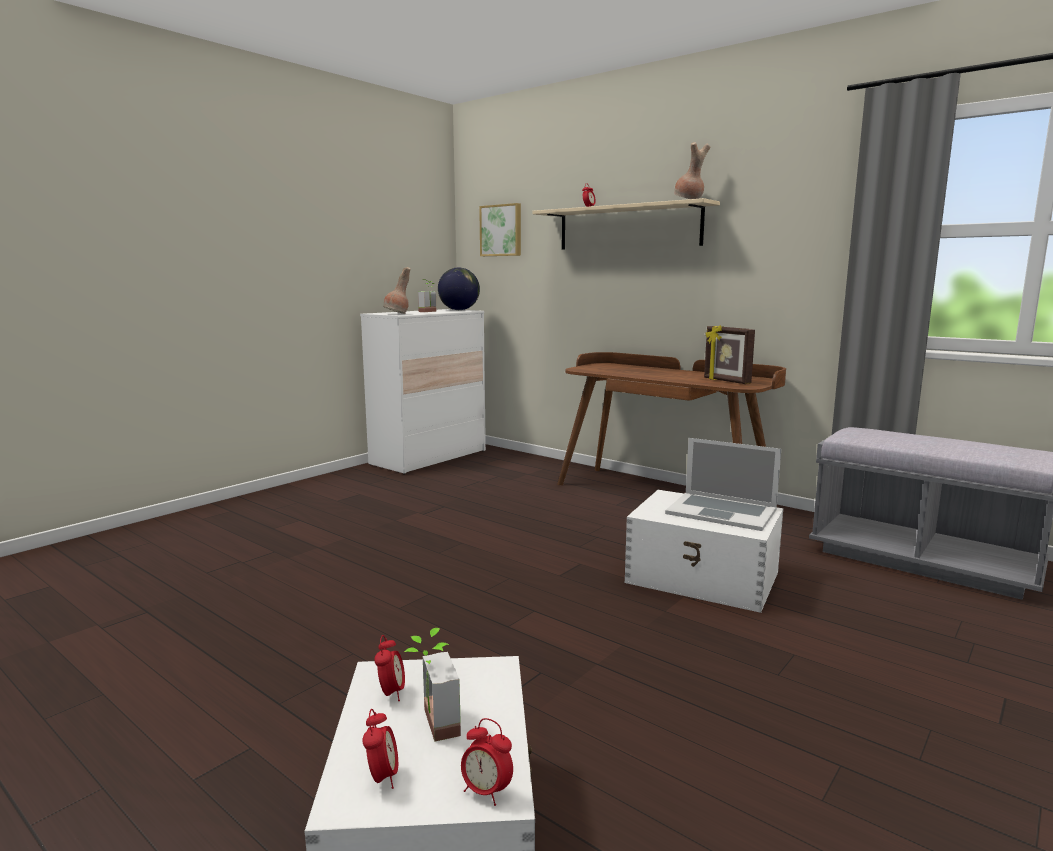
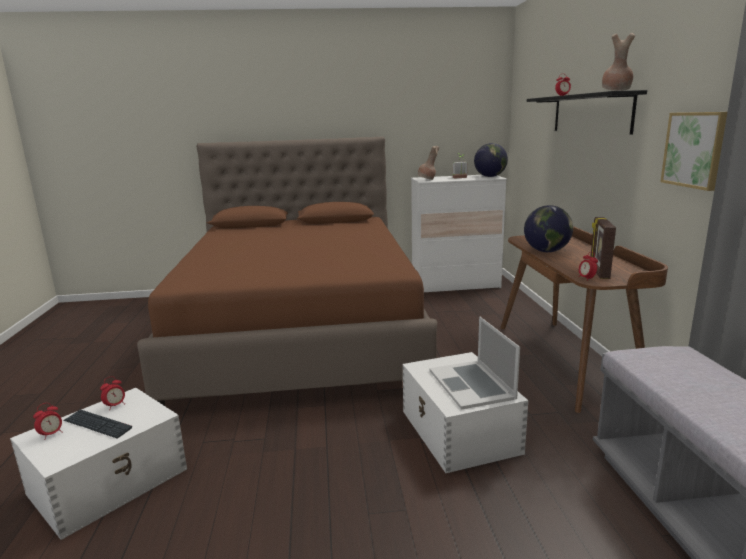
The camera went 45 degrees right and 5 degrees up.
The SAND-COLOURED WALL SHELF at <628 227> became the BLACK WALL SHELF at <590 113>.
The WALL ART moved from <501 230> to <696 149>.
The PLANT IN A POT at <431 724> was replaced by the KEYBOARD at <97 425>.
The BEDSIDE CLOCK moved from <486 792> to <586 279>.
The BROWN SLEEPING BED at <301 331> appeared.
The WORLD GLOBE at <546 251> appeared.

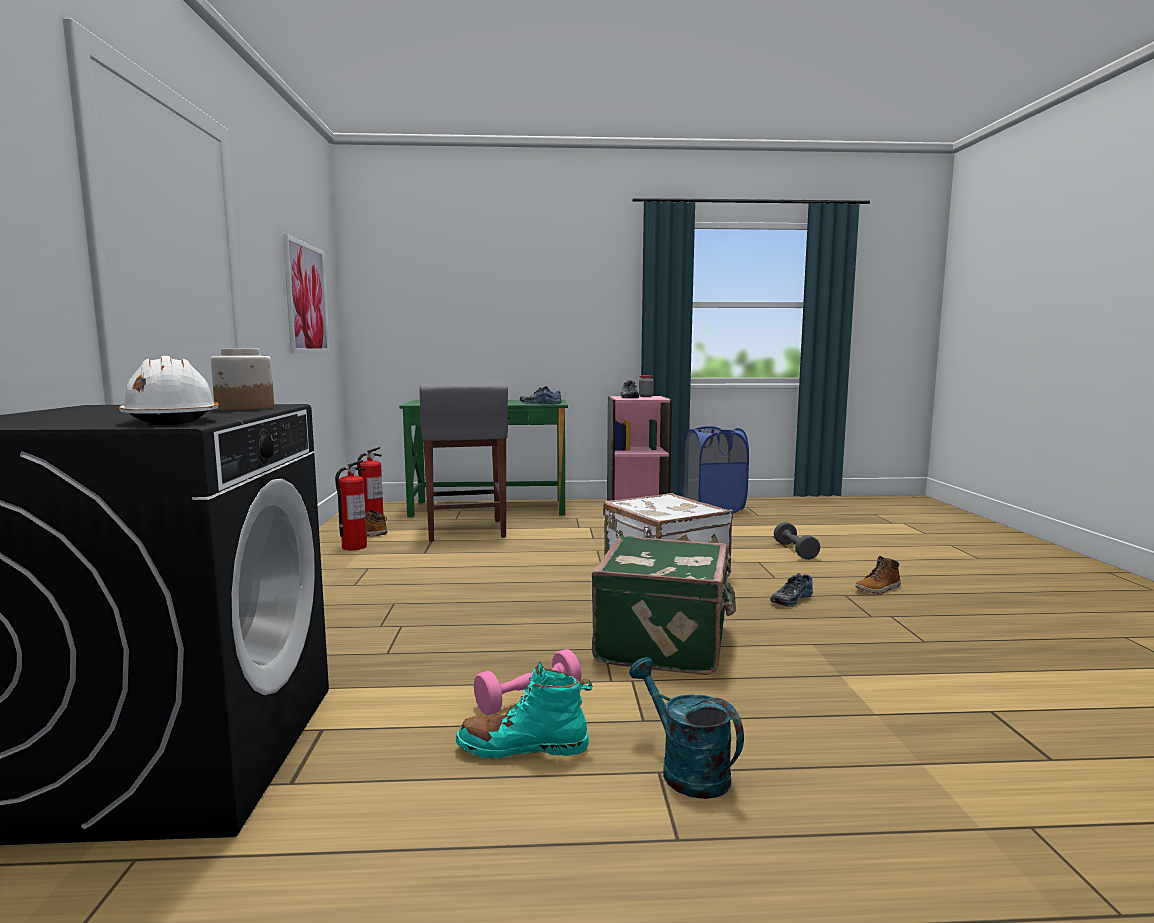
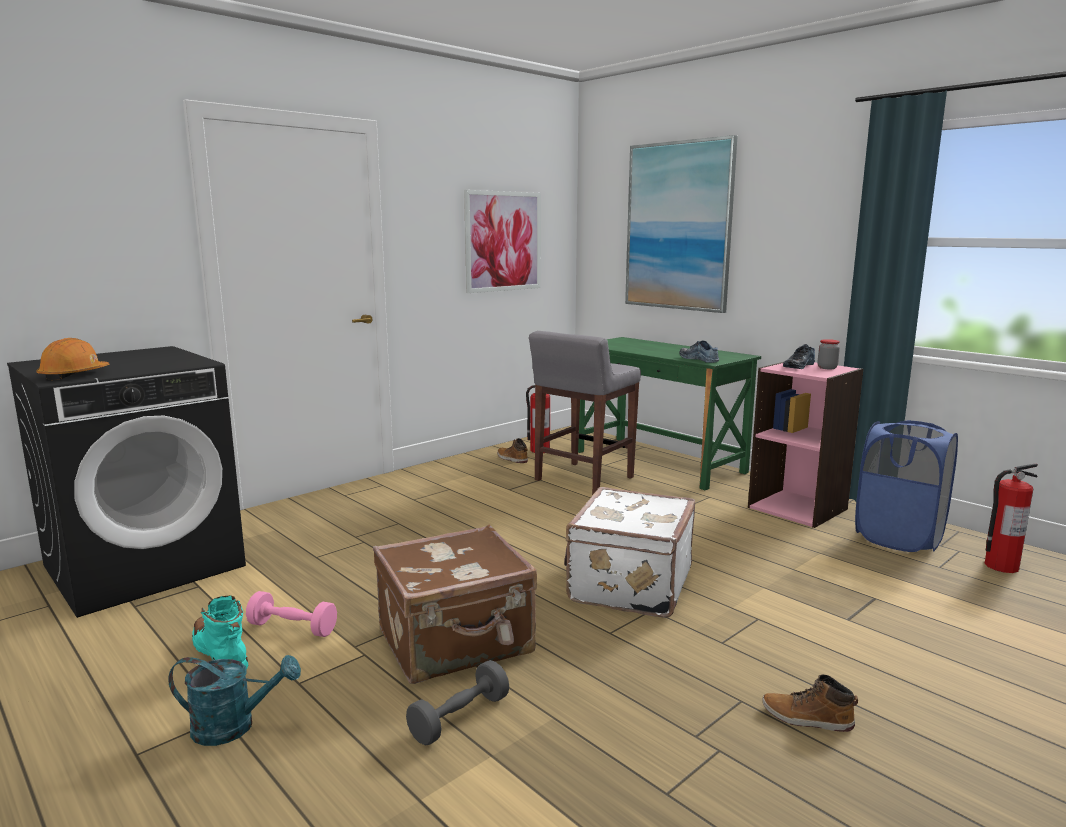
The camera went 50 degrees right and 5 degrees up.
The JAR at <245 408> disappeared.
The WHITE-COLOURED SAFETY HELMET at <171 421> became the ORANGEY SAFETY HELMET at <74 375>.
The FIRE-FIGHTING CYLINDER moved from <354 547> to <1000 566>.
The GREY HAND WEIGHT moved from <795 551> to <459 718>.
The GREEN-COLOURED SUITCASE at <665 643> became the BROWN SUITCASE at <456 643>.
The ITEM OF FOOTWEAR at <790 599> disappeared.
The BLUE-GREEN WATERING POT at <685 769> turned 75 degrees clockwise.
The WALL ART at <678 226> appeared.

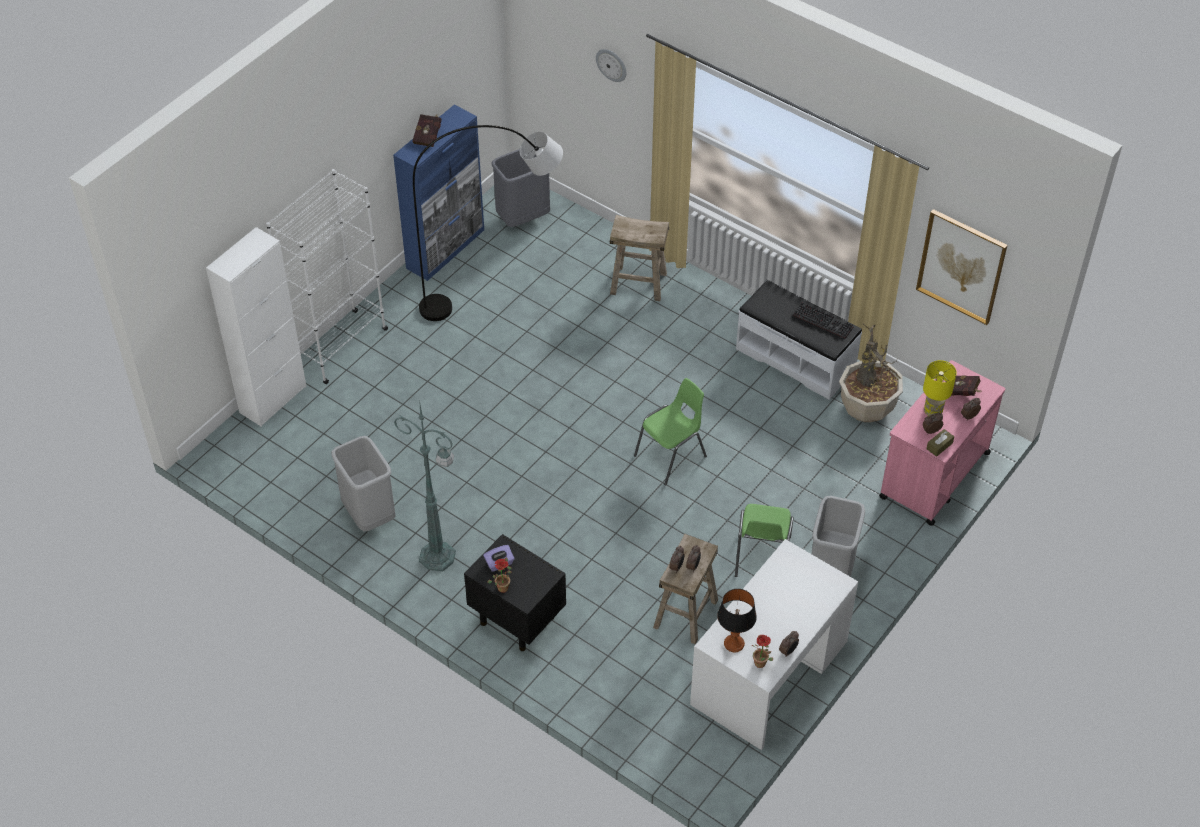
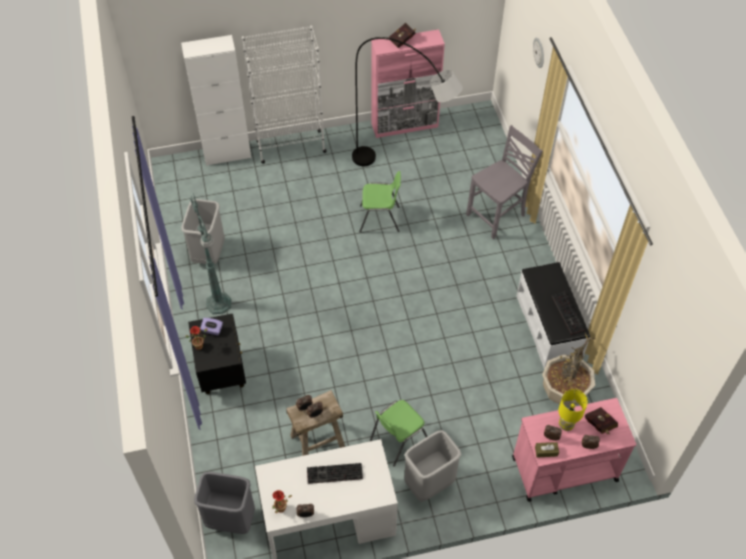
The camera went 40 degrees right and 5 degrees up.
The BLUE CUPBOARD at <446 249> became the PINK CUPBOARD at <405 125>.
The GREY TRASH CAN moved from <523 218> to <231 519>.
The WALL ART at <961 266> disappeared.
The SAND-COLOURED STOOL at <638 283> was replaced by the GREY UPRIGHT CHAIR at <497 215>.
The GREEN-COLOURED UPRIGHT CHAIR moved from <671 456> to <380 219>.
The TABLETOP LAMP at <734 644> disappeared.
The KEYBOARD at <333 475> appeared.

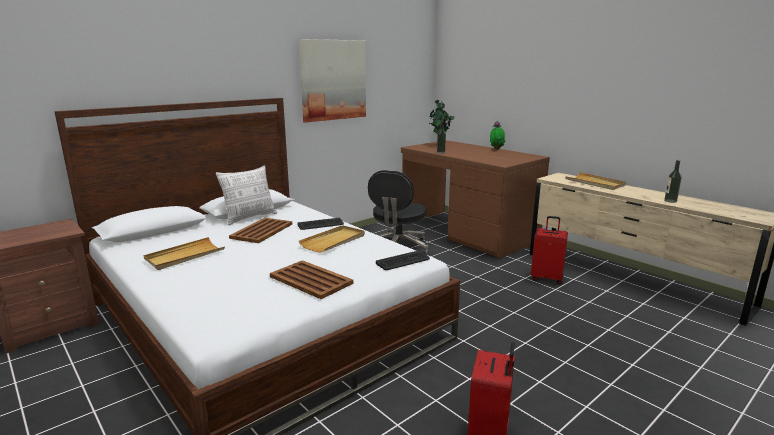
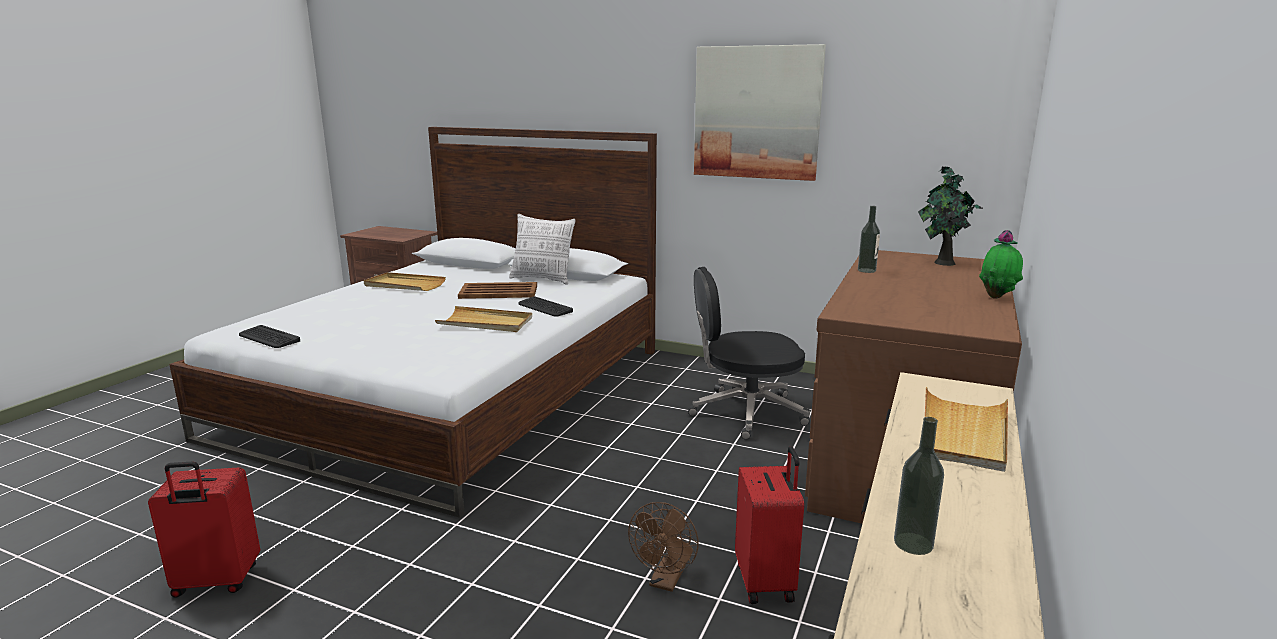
The camera went 65 degrees right and 0 degrees up.
The KEYBOARD moved from <403 261> to <268 338>.
The BROWN CARRYING TRAY at <310 280> disappeared.
The BROWN ELECTRIC FAN at <665 581> appeared.

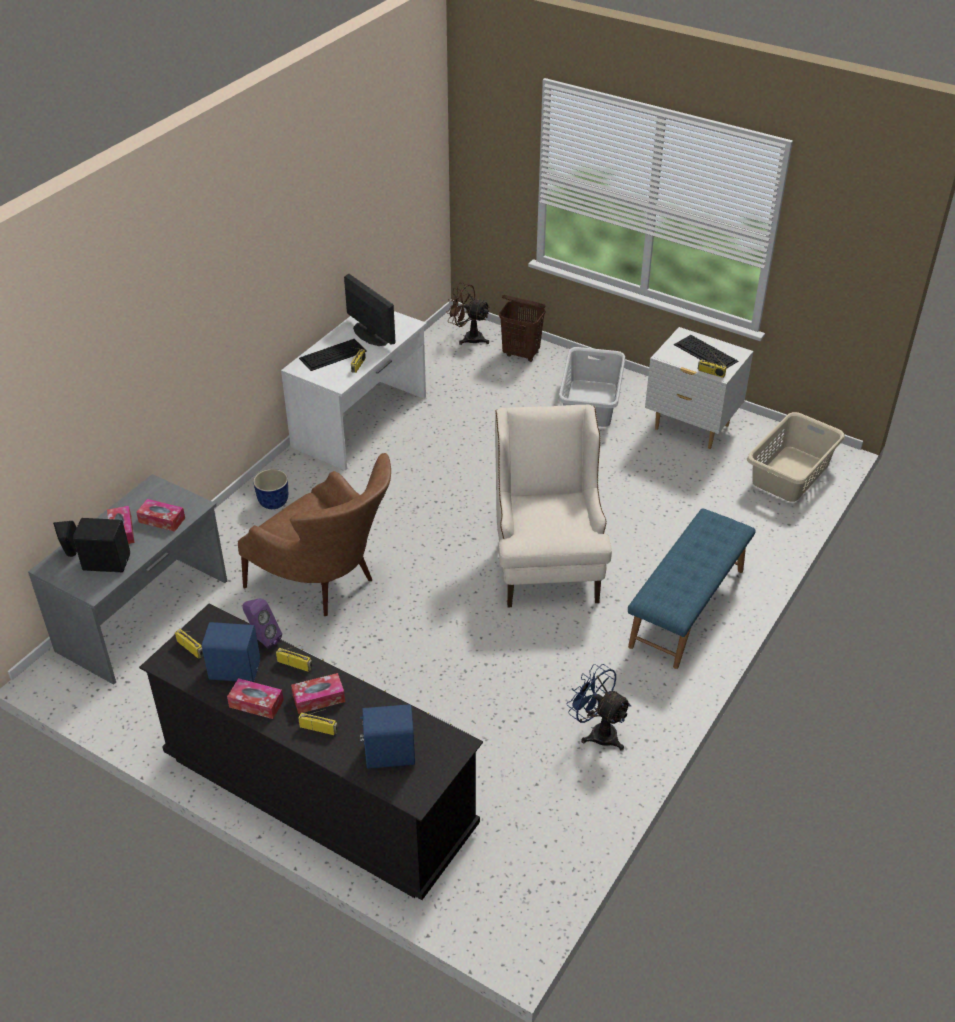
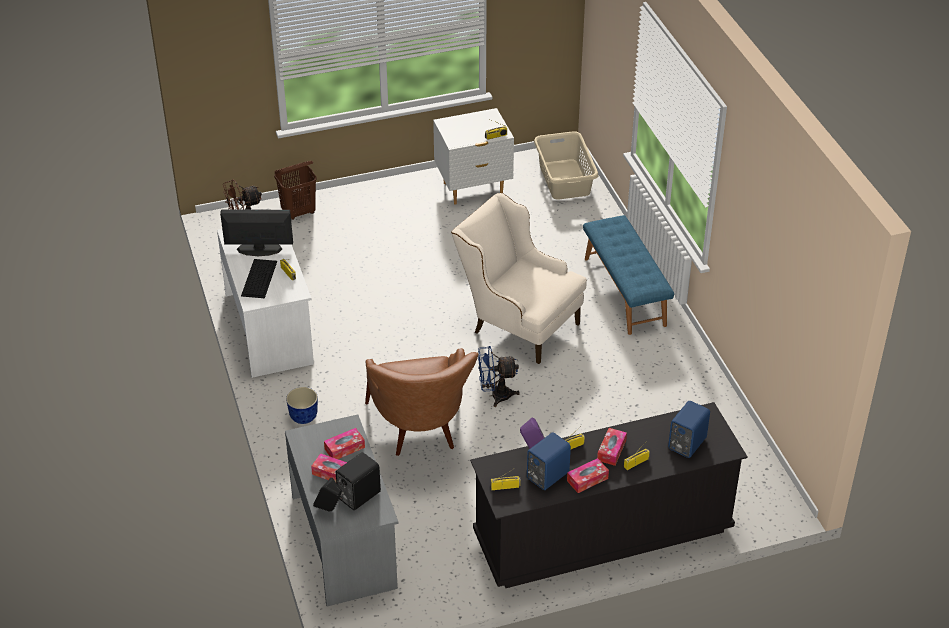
The camera went 50 degrees left and 0 degrees up.
The KEYBOARD at <706 353> disappeared.
The GREY HAMPER at <591 403> disappeared.
The BROWN LOUNGE CHAIR at <327 584> turned 90 degrees clockwise.
The BLUE ELECTRIC FAN moved from <597 732> to <495 395>.

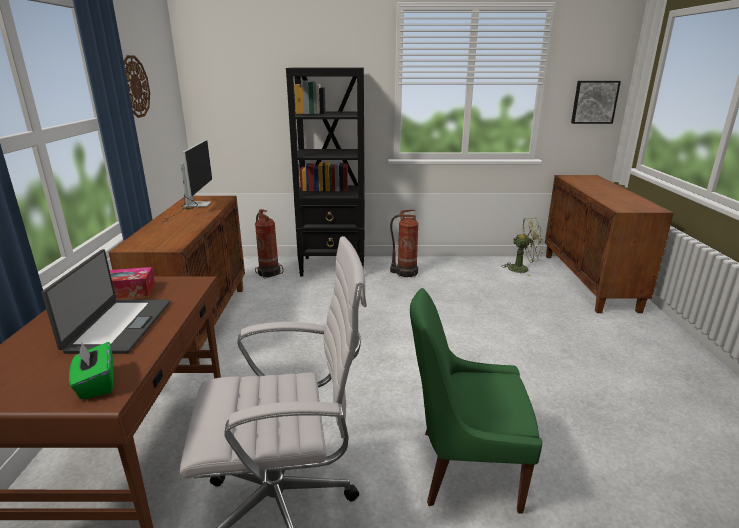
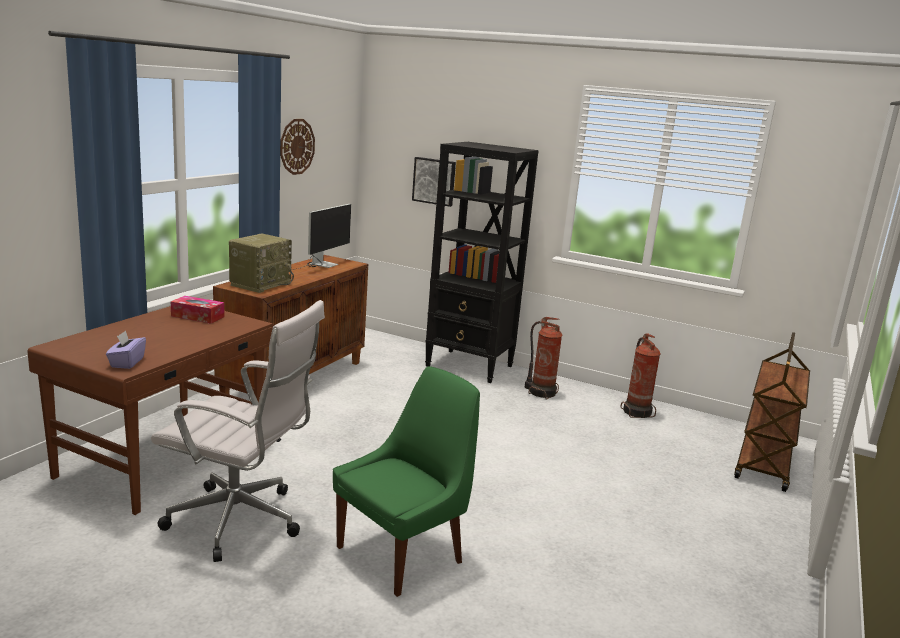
The camera went 25 degrees right and 5 degrees down.
The WALL ART moved from <594 102> to <434 181>.
The BROWN CUPBOARD at <589 281> was replaced by the BROWN CART at <764 463>.
The FIRE-FIGHTING CYLINDER moved from <269 272> to <636 412>.
The GREEN-COLOURED ELECTRIC FAN at <523 269> disappeared.
The NOTEBOOK COMPUTER at <118 326> disappeared.
The GREEN-COLOURED UPRIGHT CHAIR at <464 468> turned 105 degrees clockwise.
The GREEN-COLOURED TISSUE BOX at <96 384> became the PURPLE TISSUE BOX at <126 362>.
The RADIO SET at <260 284> appeared.

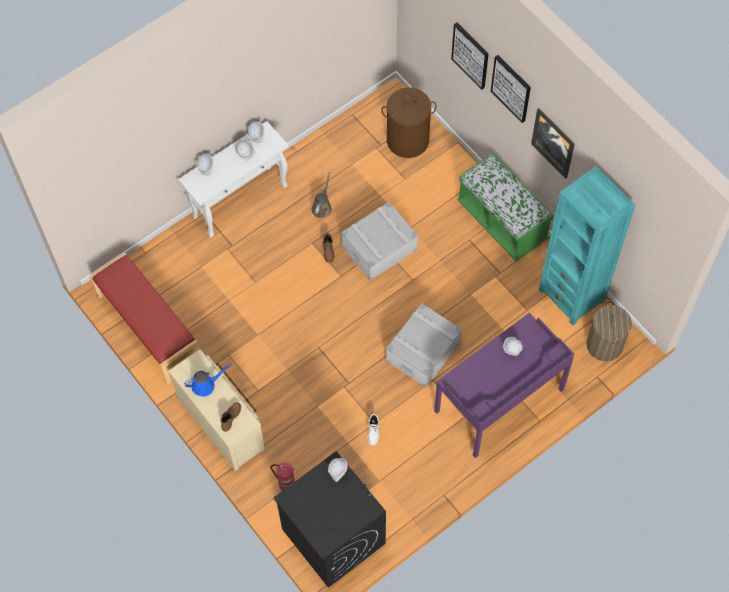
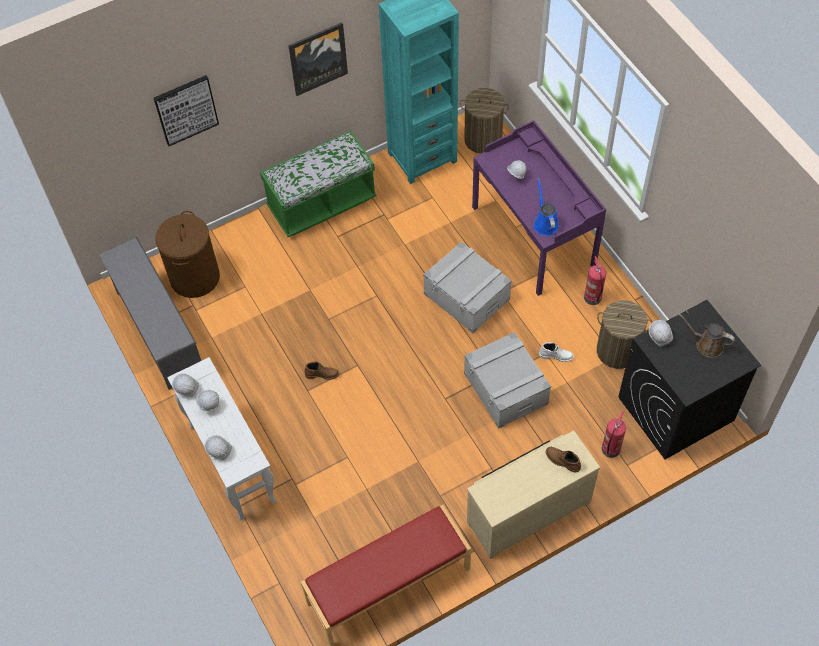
The camera went 80 degrees left and 5 degrees down.
The WALL ART at <511 88> disappeared.
The BROWN WATERING POT moved from <322 207> to <706 344>.
The GREY STORAGE BOX moved from <379 248> to <506 388>.
The BLUE WATERING POT moved from <205 385> to <545 223>.
The GREY SHOE SHELF at <158 332> appeared.
The FIRE-FIGHTING CYLINDER at <593 298> appeared.
The HAMPER at <617 351> appeared.

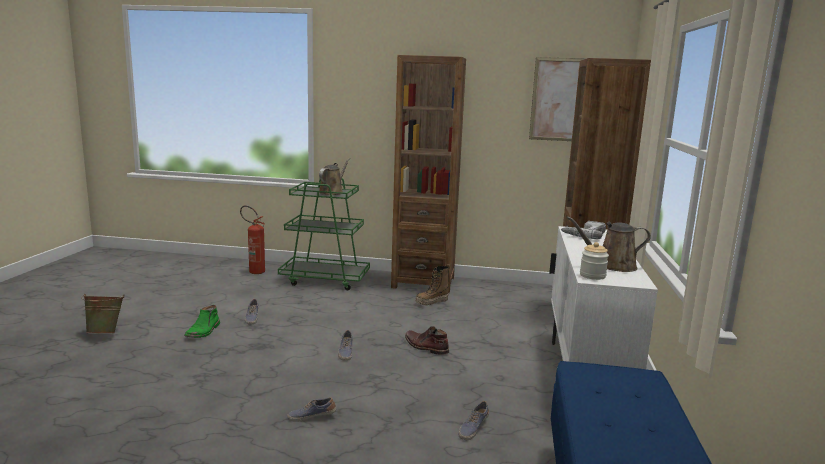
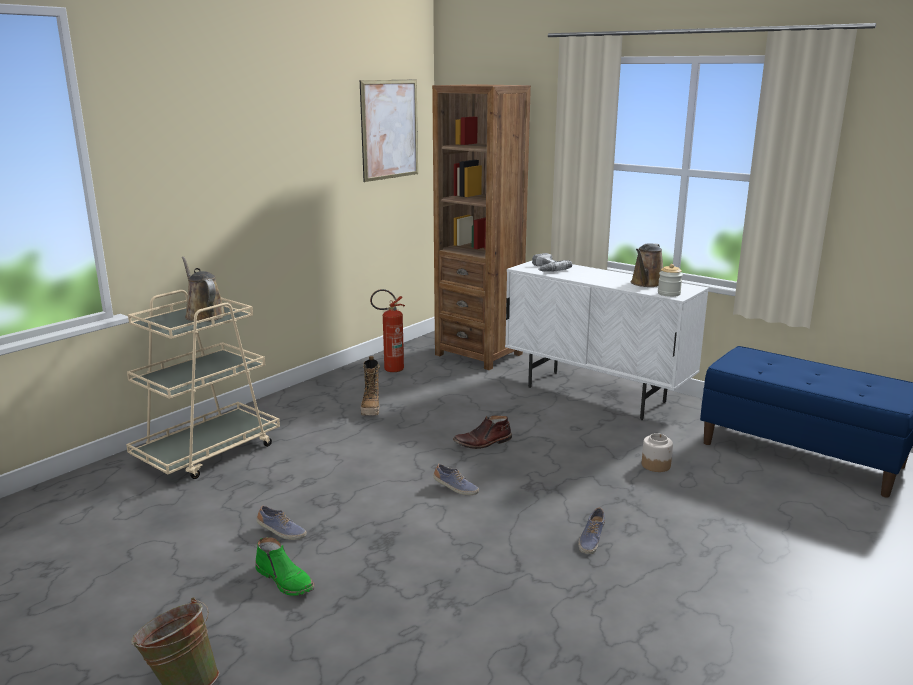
The camera went 60 degrees left and 5 degrees up.
The BROWN SHELVING UNIT at <423 282> disappeared.
The GREEN-COLOURED CART at <325 280> became the SAND-COLOURED CART at <208 452>.
The FIRE-FIGHTING CYLINDER moved from <254 271> to <389 370>.
The ITEM OF FOOTWEAR at <473 428> was replaced by the JAR at <656 465>.

